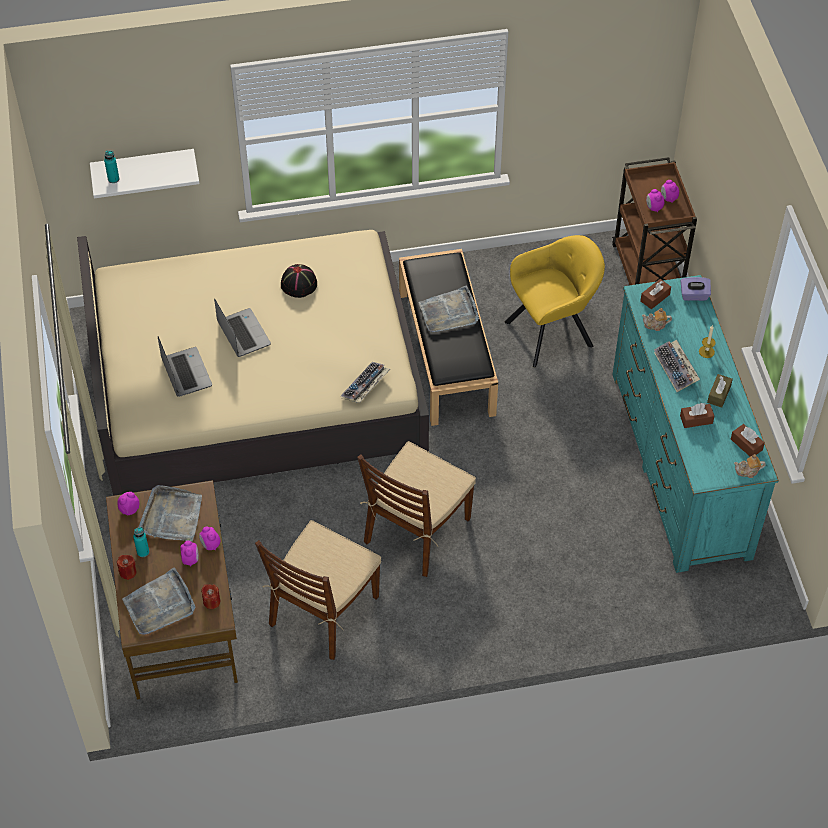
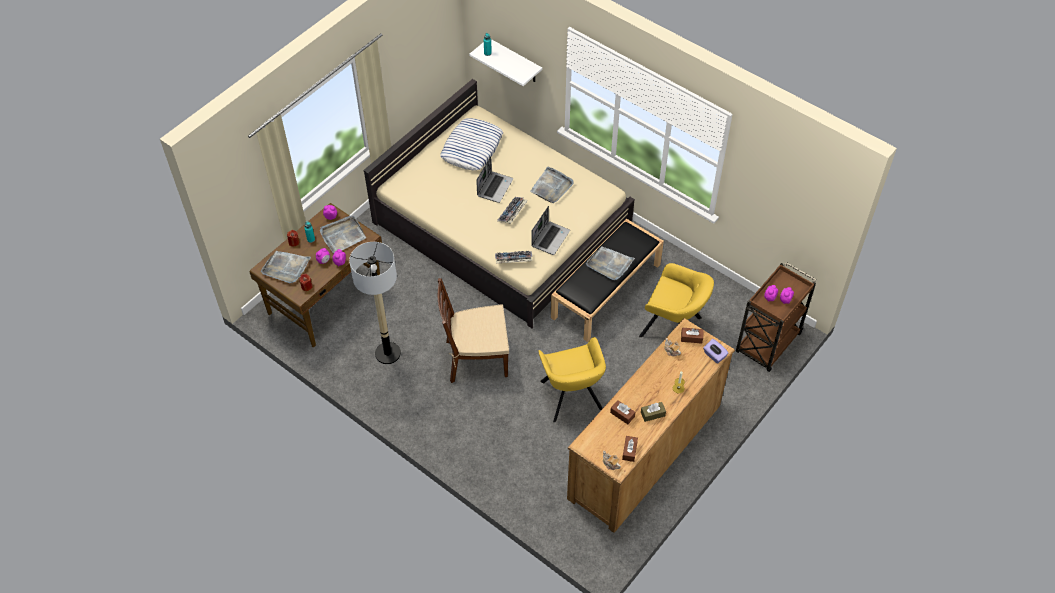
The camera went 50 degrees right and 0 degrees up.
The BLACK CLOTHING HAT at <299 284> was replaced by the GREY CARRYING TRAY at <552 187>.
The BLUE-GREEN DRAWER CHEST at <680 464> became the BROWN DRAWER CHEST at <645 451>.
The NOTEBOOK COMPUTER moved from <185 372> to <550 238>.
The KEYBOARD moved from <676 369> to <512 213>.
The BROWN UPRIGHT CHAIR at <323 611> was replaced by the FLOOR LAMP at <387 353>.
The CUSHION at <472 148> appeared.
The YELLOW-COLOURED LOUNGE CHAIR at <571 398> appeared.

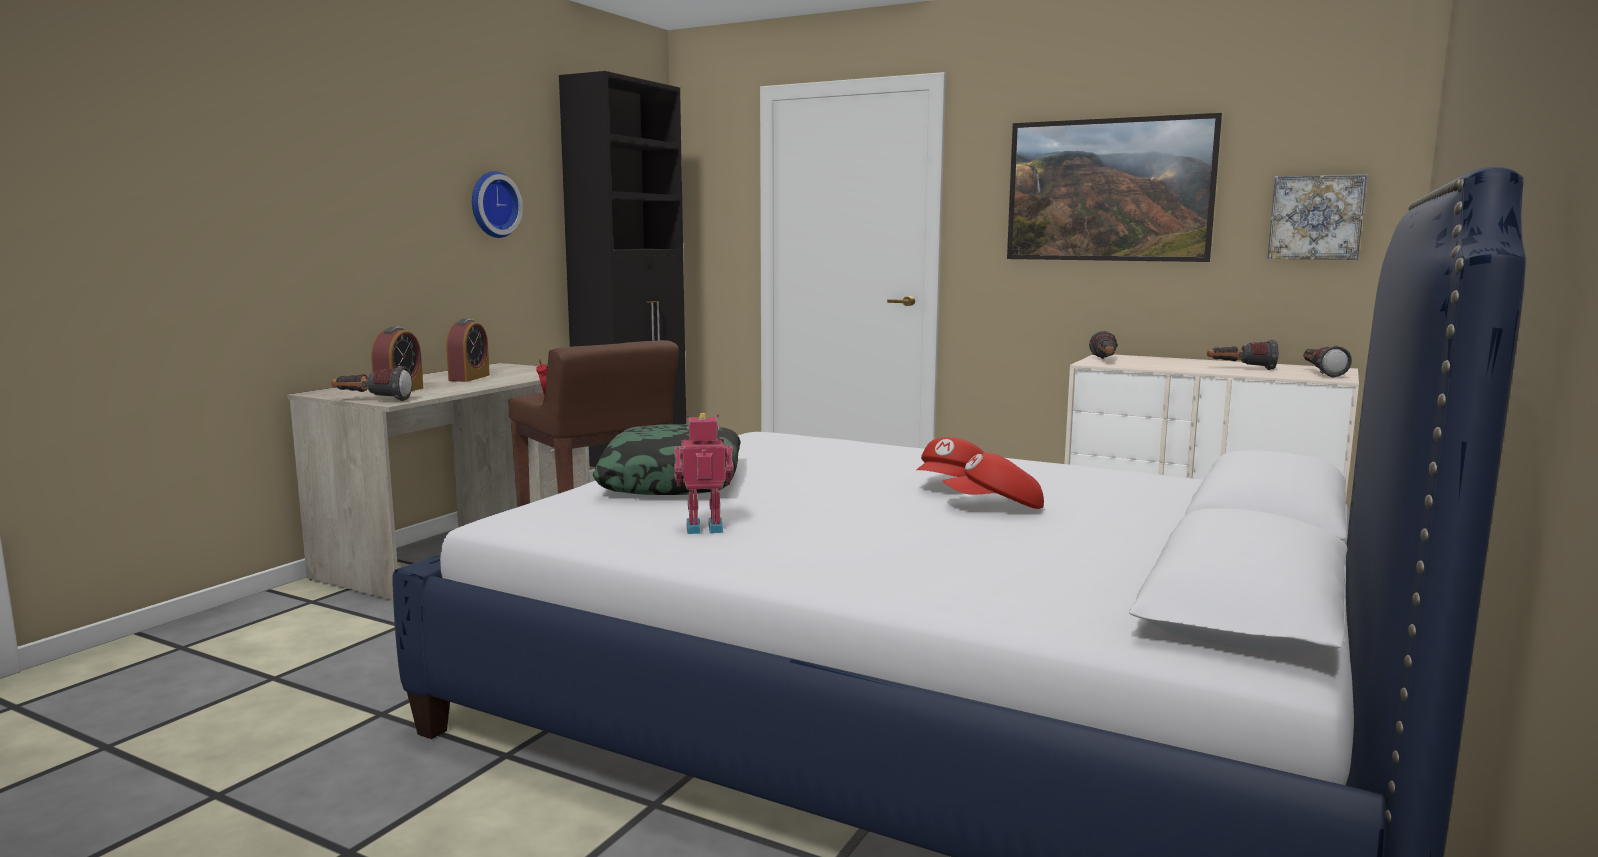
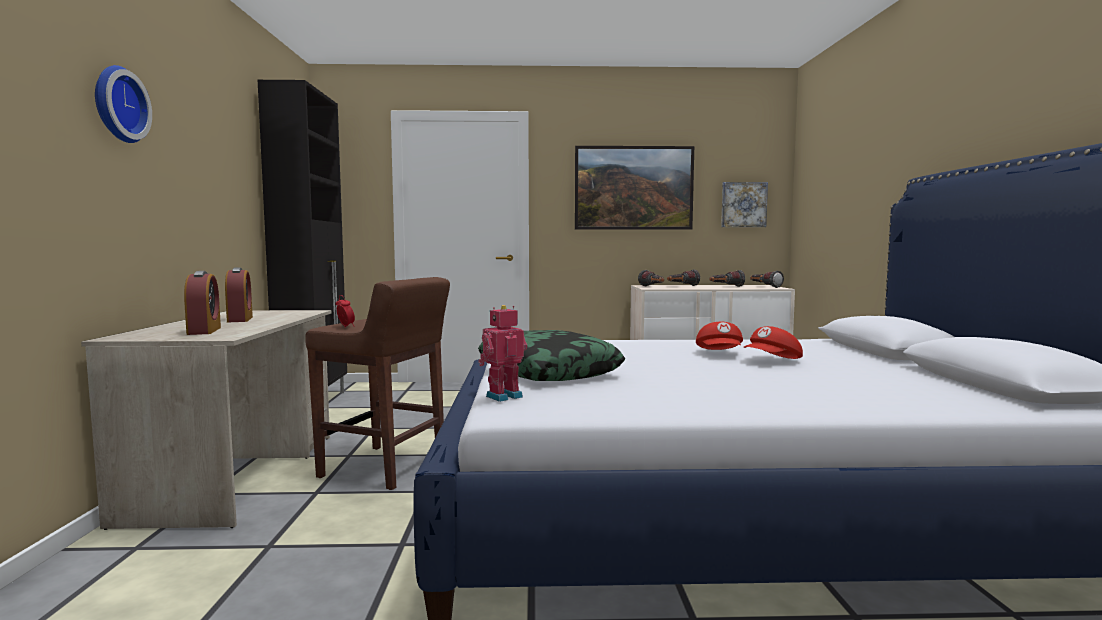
The camera went 30 degrees left and 5 degrees down.
The WALL CLOCK moved from <492 204> to <117 104>.
The HAND TORCH moved from <372 400> to <682 286>.
The MODEL ROBOT moved from <704 527> to <503 396>.

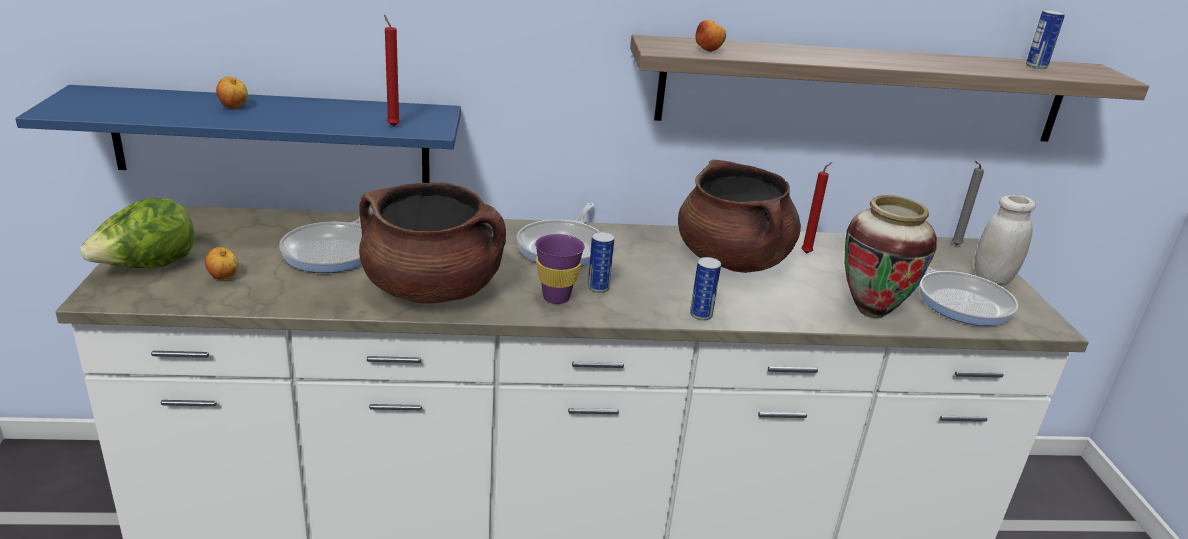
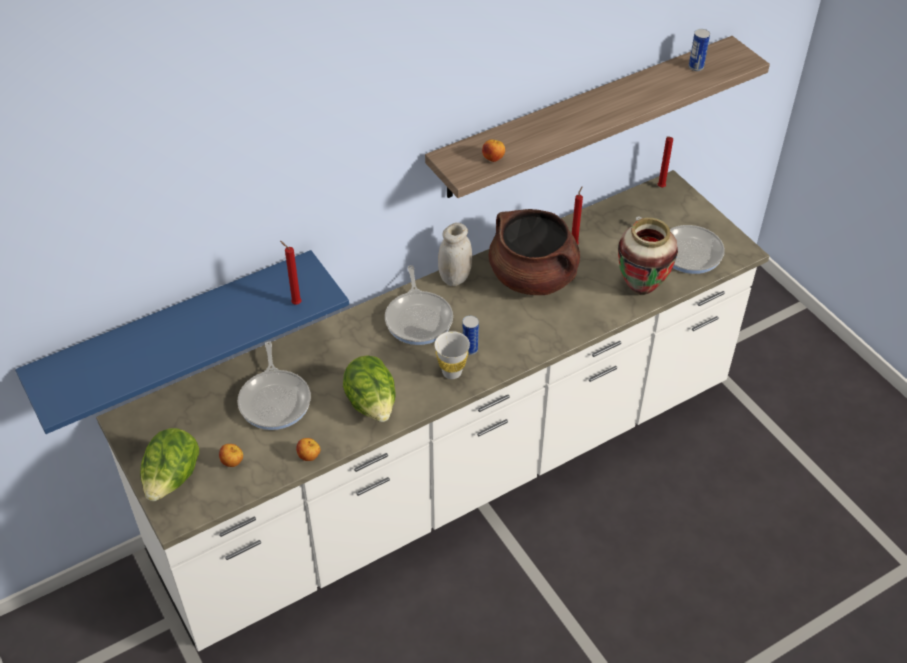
The camera went 25 degrees left and 20 degrees up.
The APPLE FRUIT moved from <234 108> to <309 457>.
The GREY CANDLE at <954 245> became the REDDISH CANDLE at <660 188>.
The BROWN STOCKPOT at <432 290> was replaced by the LETTUCE at <372 404>.
The WHITE-COLOURED JAR moved from <992 279> to <455 278>.
The PURPLE SMALL CUP at <556 297> became the WHITE-COLOURED SMALL CUP at <452 372>.
The CAN at <701 315> disappeared.

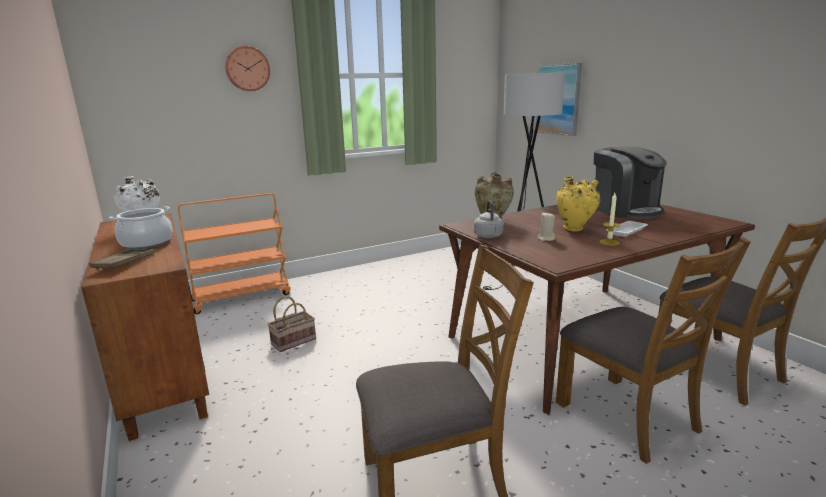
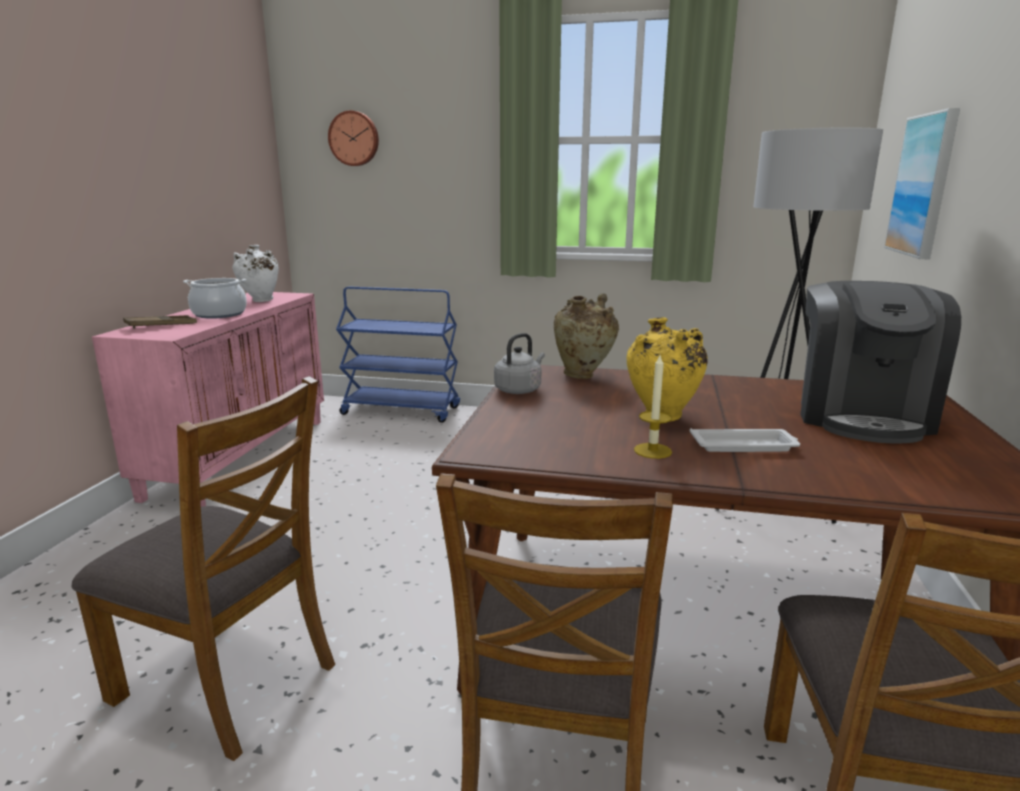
The camera went 40 degrees right and 0 degrees up.
The WALL CLOCK moved from <247 69> to <354 138>.
The ORANGEY CART at <242 297> became the BLUE CART at <402 411>.
The SAND-COLOURED CANDLE at <546 238> disappeared.
The BROWN CUPBOARD at <162 371> became the PINK CUPBOARD at <240 456>.
The BASKET at <294 341> disappeared.

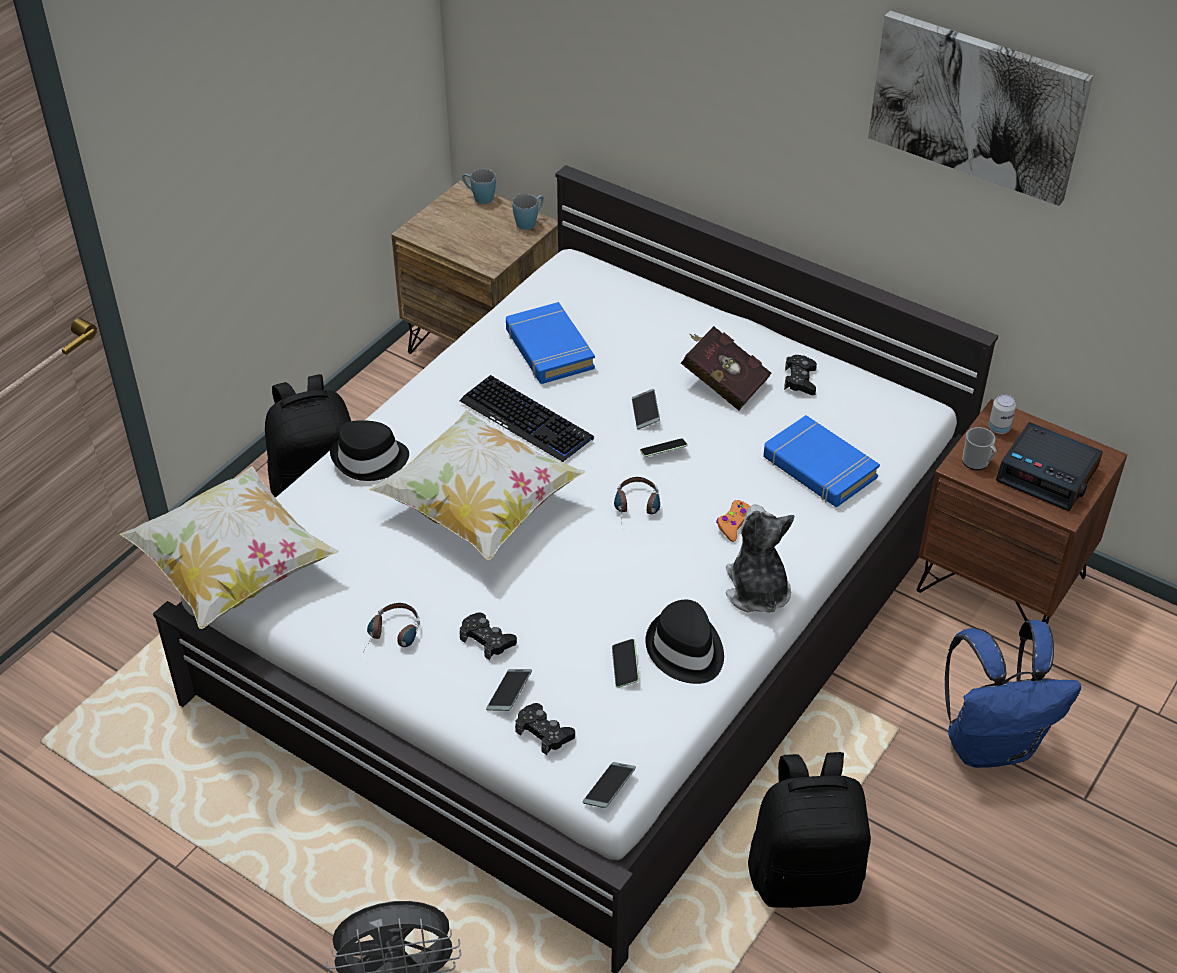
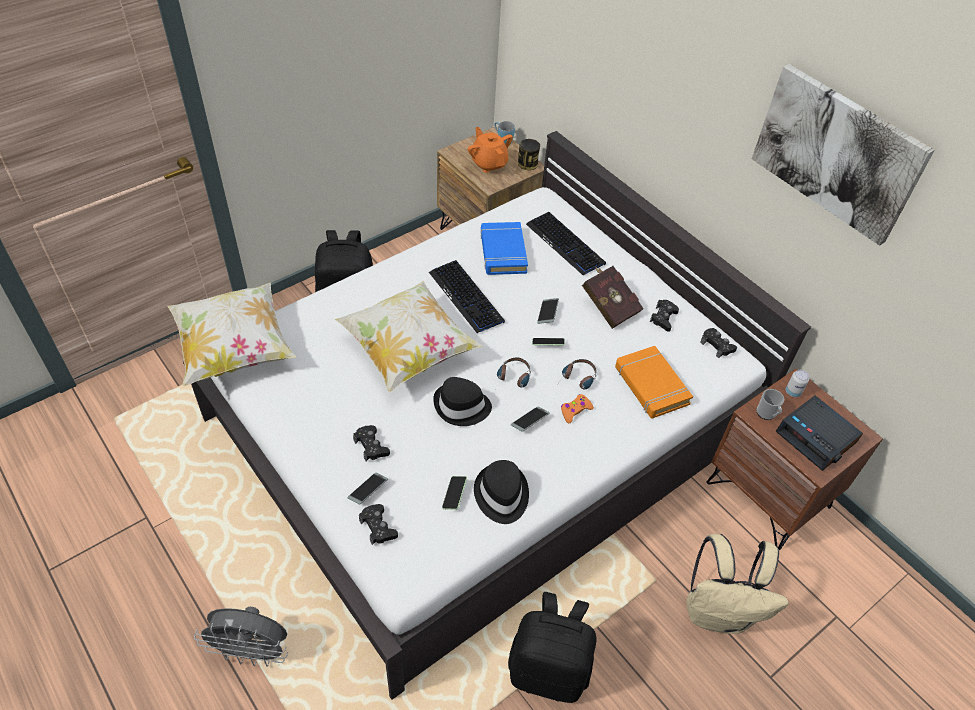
The camera went 15 degrees right and 5 degrees up.
The BLUE MUG at <529 222> was replaced by the CAN at <528 163>.
The BLUE BOOK at <819 468> became the ORANGEY BOOK at <651 385>.
The BLACK CLOTHING HAT moved from <370 460> to <461 407>.
The CUDDLY TOY at <757 590> disappeared.
The PAIR OF HEADPHONES moved from <392 637> to <576 380>.
The BLUE RUCKSACK at <992 744> became the SAND-COLOURED RUCKSACK at <718 612>.
The HANDSET moved from <609 788> to <529 421>.
The ORANGEY TEAPOT at <489 163> appeared.
The KEYBOARD at <565 244> appeared.
The BLACK GAMEPAD at <717 345> appeared.

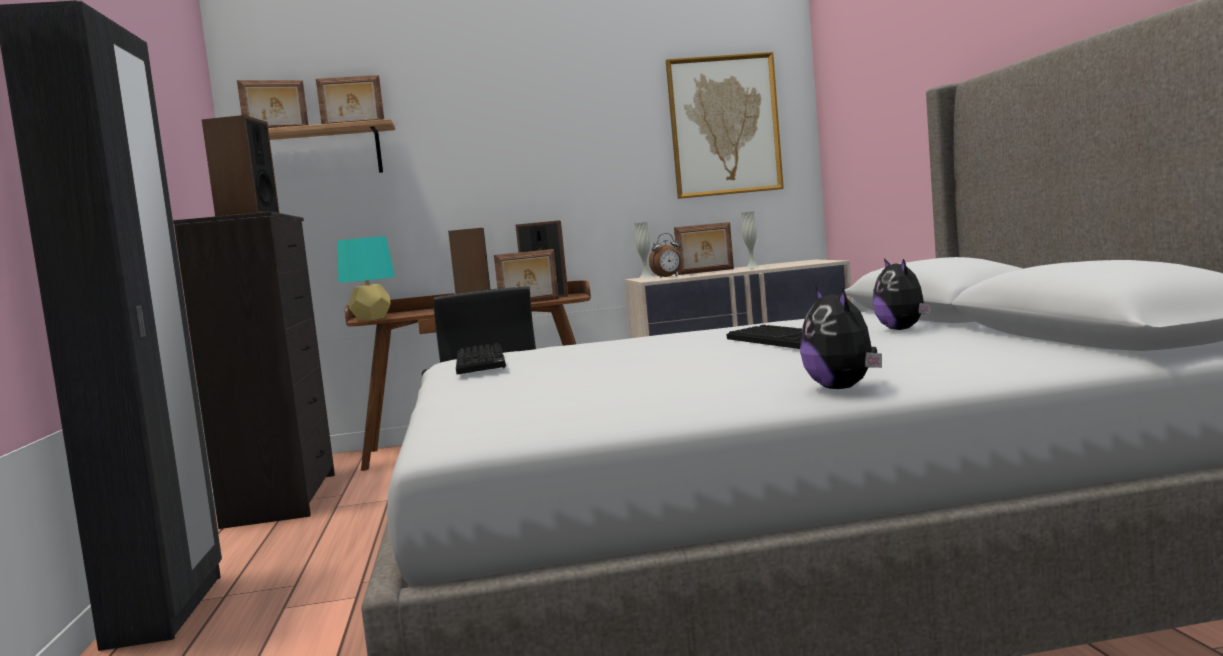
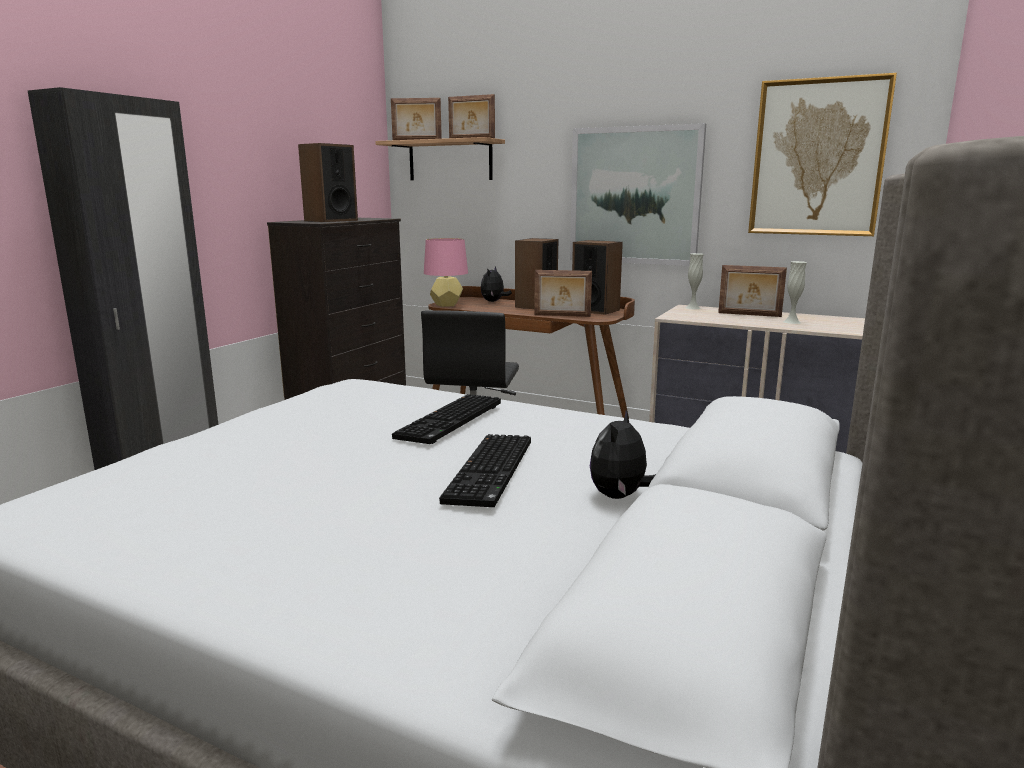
The camera went 35 degrees right and 10 degrees up.
The BEDSIDE CLOCK at <668 277> disappeared.
The BLUE-GREEN TABLETOP LAMP at <372 319> became the PINK TABLETOP LAMP at <446 305>.
The CUDDLY TOY moved from <843 388> to <494 301>.
The KEYBOARD moved from <483 361> to <451 421>.
The WALL ART at <634 196> appeared.

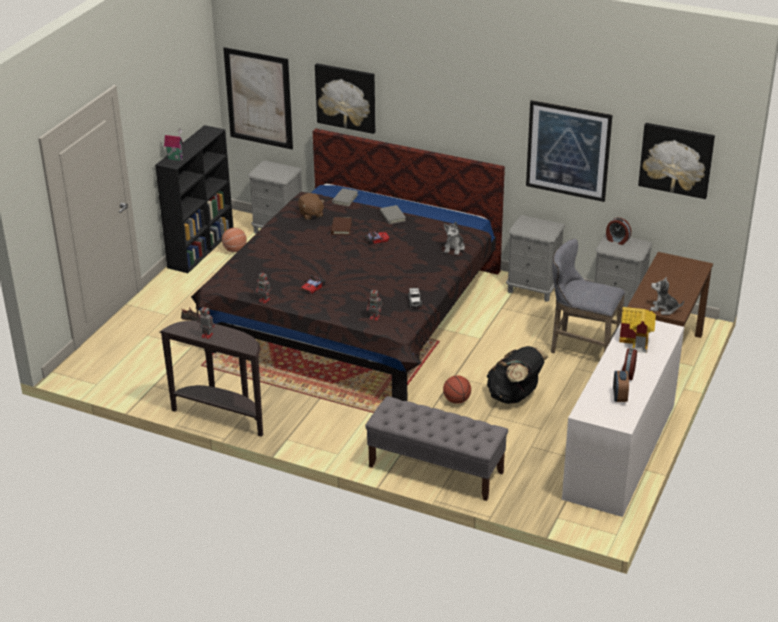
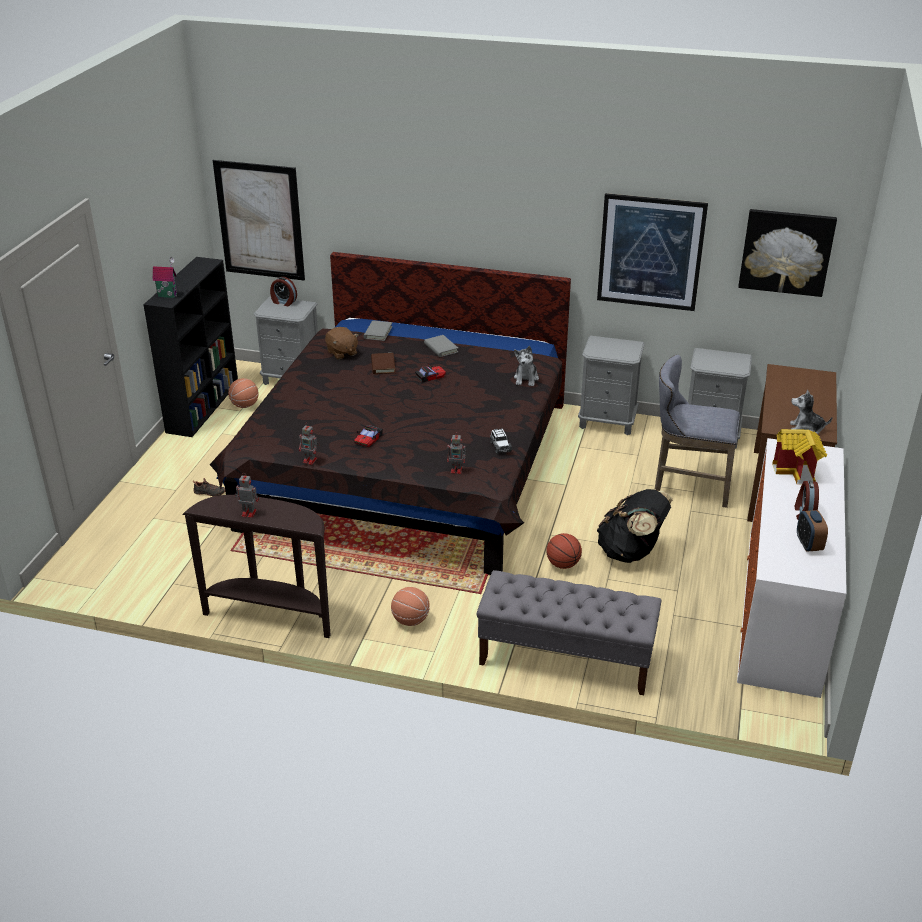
The camera went 10 degrees left and 0 degrees up.
The WALL ART at <346 97> disappeared.
The BEDSIDE CLOCK moved from <617 240> to <283 302>.
The BASKETBALL BALL at <411 620> appeared.

